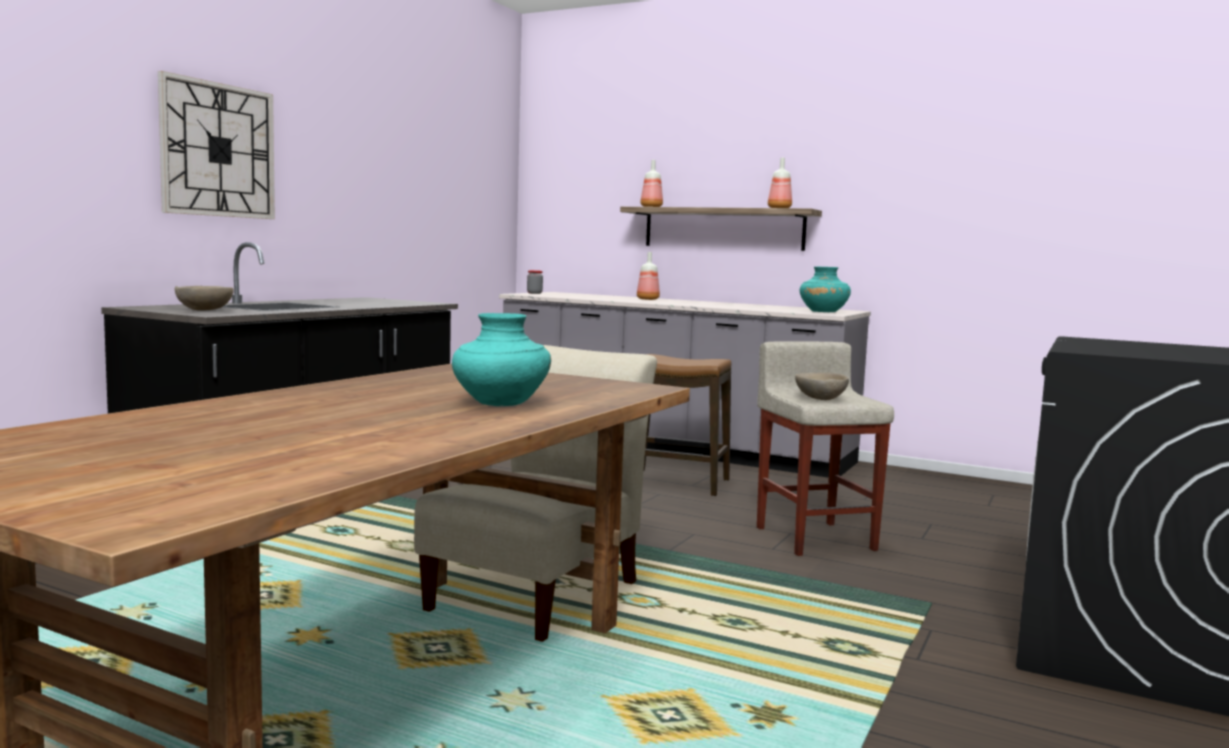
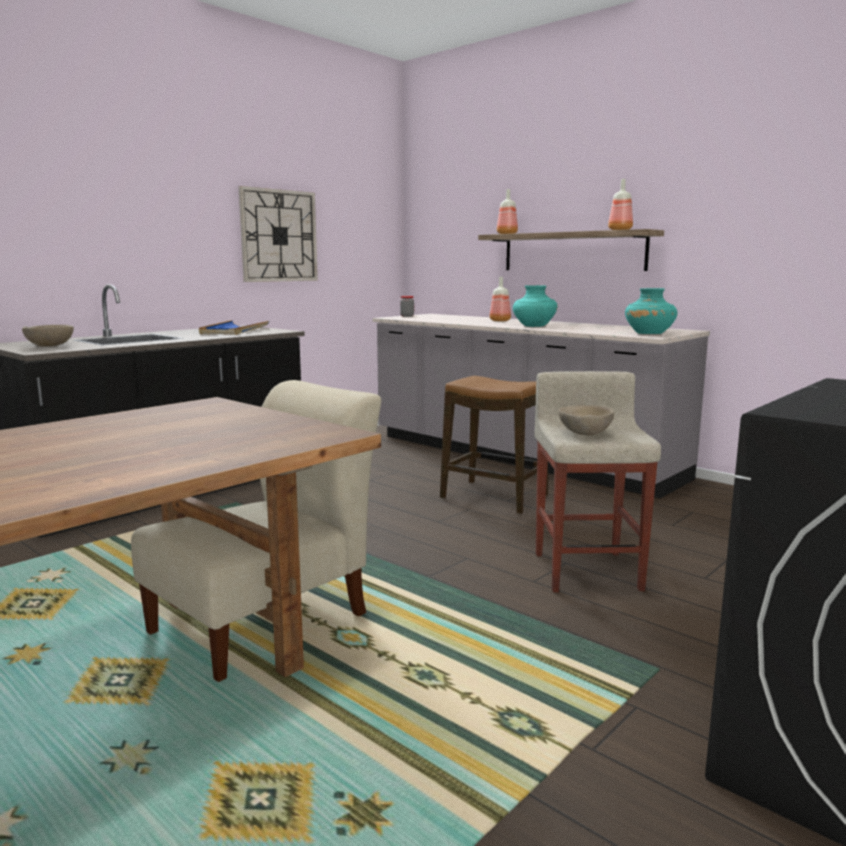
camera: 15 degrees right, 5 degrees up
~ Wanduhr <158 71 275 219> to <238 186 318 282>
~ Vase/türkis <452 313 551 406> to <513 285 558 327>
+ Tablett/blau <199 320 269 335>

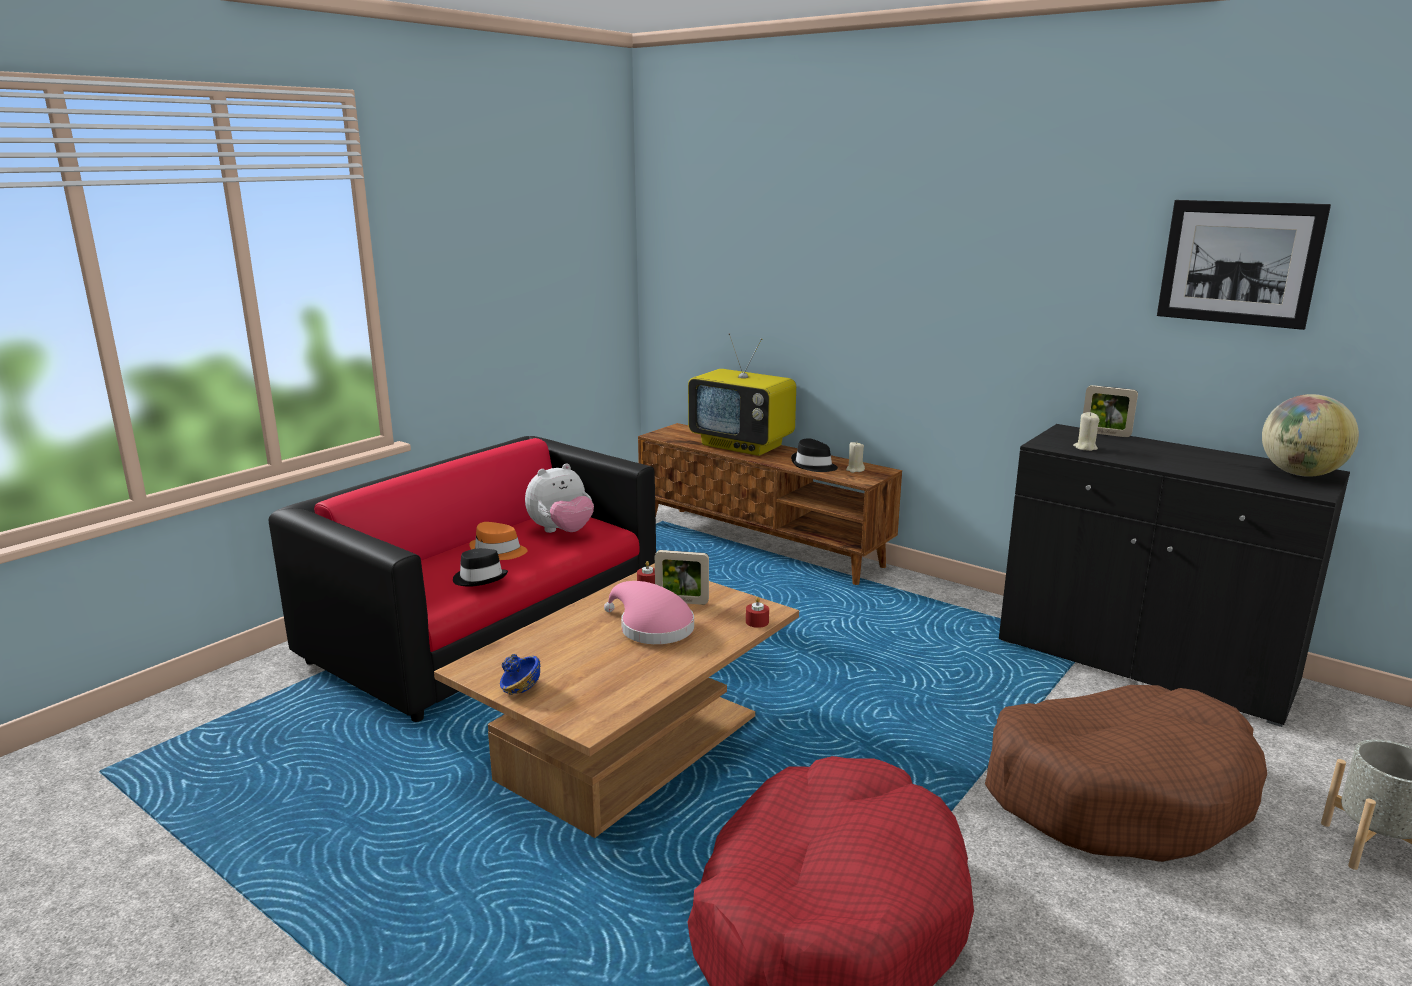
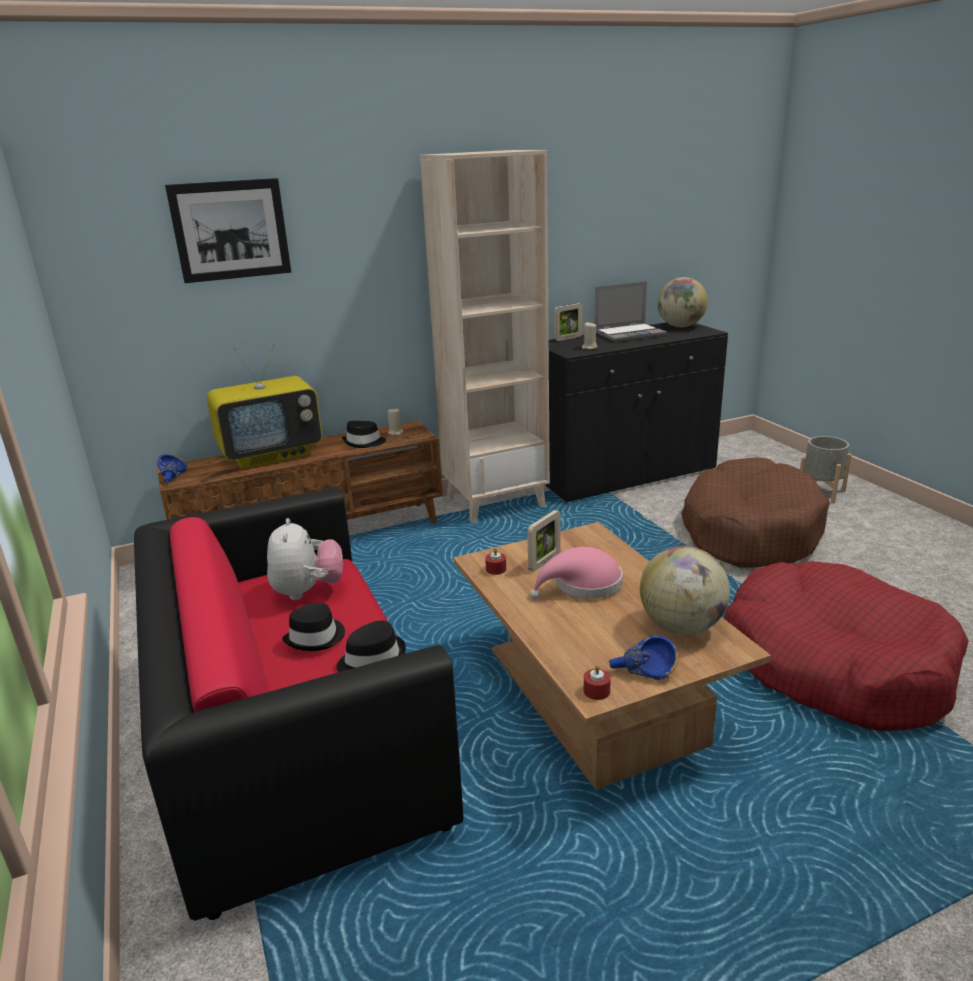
camera: 60 degrees left, 5 degrees up
~ Bild <1157 200 1331 330> to <165 178 291 283>
~ Hut/orange <469 522 528 560> to Hut/schwarz <282 603 345 651>
~ Kerze/rot <746 597 769 628> to <584 665 611 700>
+ Bücherregal/beige <419 150 550 523>
+ Laptop <595 281 667 342>
+ Schüssel/blau <157 454 187 482>
+ Globus <640 546 730 634>

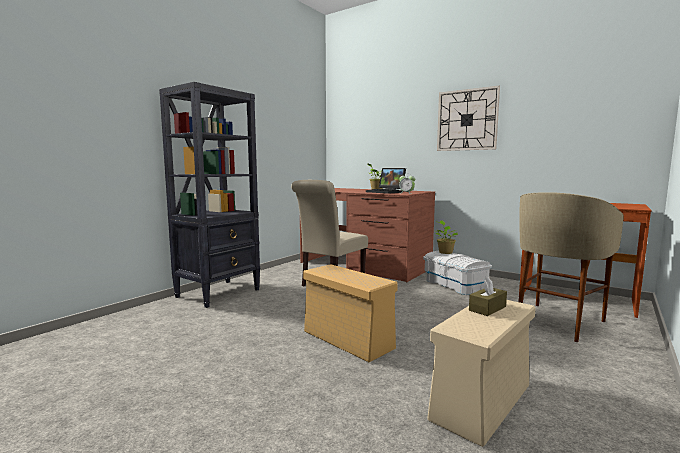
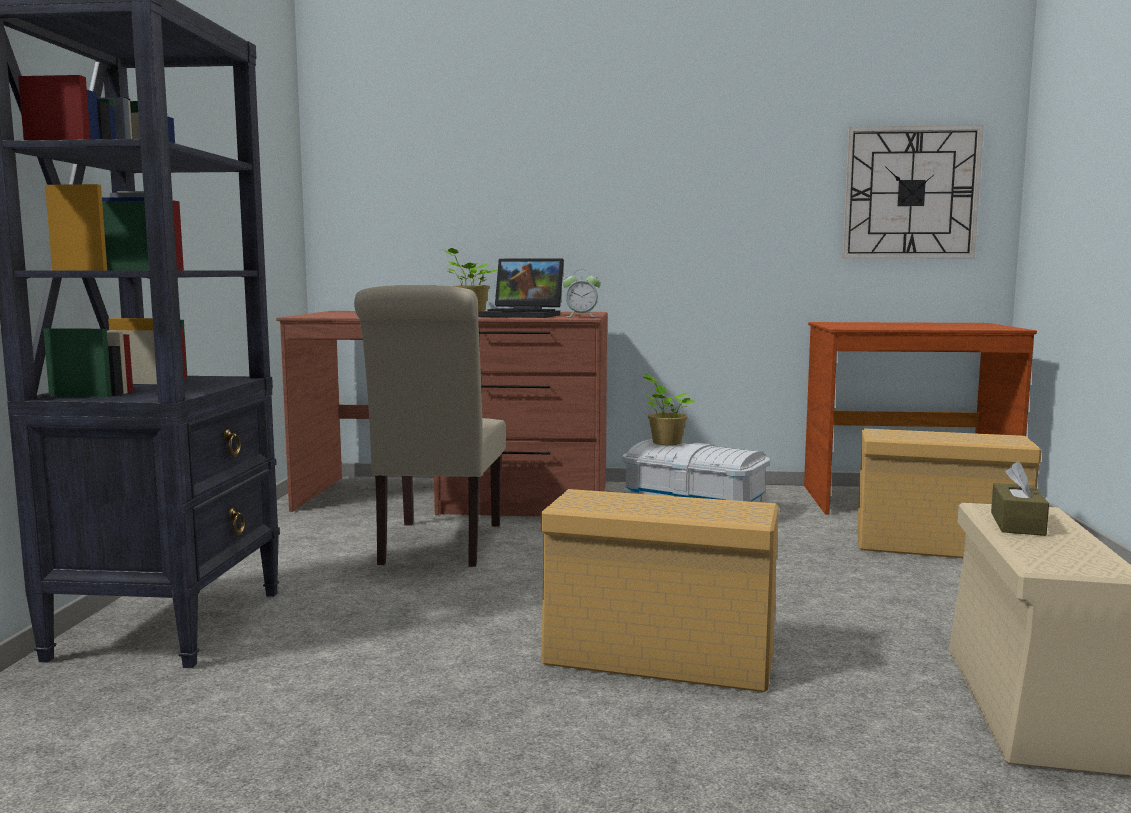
camera: 30 degrees left, 0 degrees up
~ Wanduhr <437 86 500 151> to <842 125 984 258>
~ Hocker/beige <518 192 624 342> to Aufbewahrungsbox/beige <857 428 1042 558>

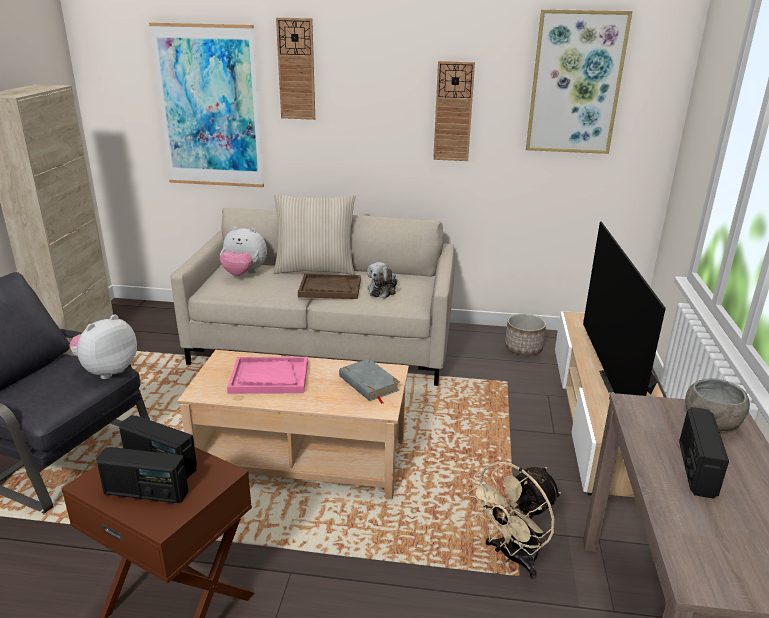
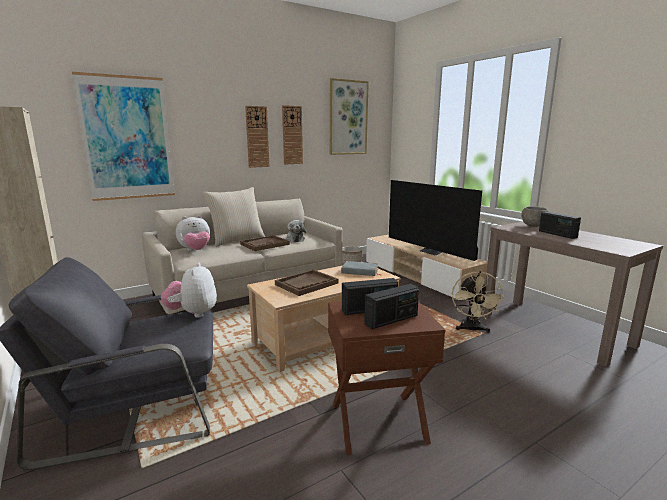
camera: 40 degrees left, 10 degrees down
~ Wanduhr <276 18 315 120> to <245 106 270 168>
~ Tablett/rosa <227 357 308 394> to Tablett/braun <275 270 338 296>

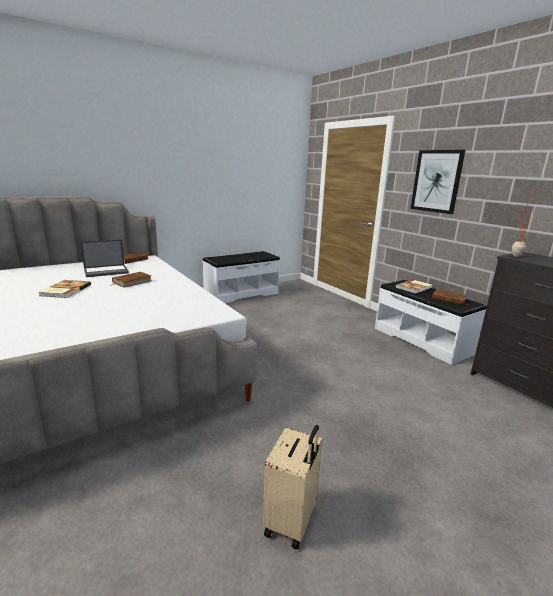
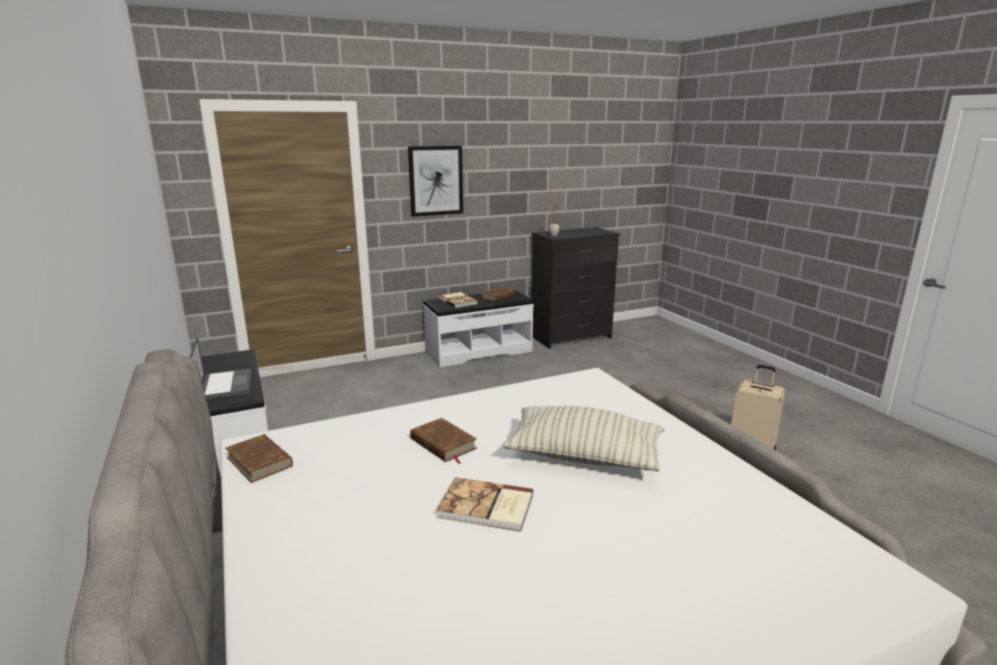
camera: 80 degrees left, 0 degrees up
~ Laptop <80 239 129 277> to <190 337 252 399>
+ Kissen <503 406 664 471>

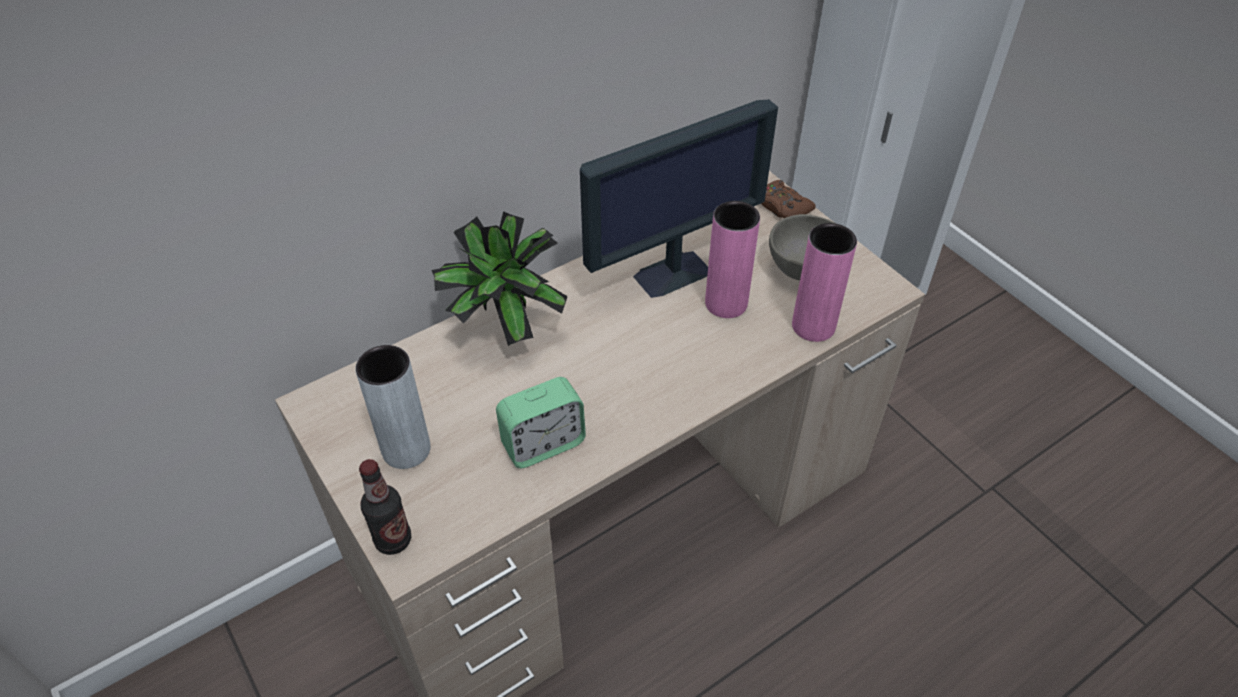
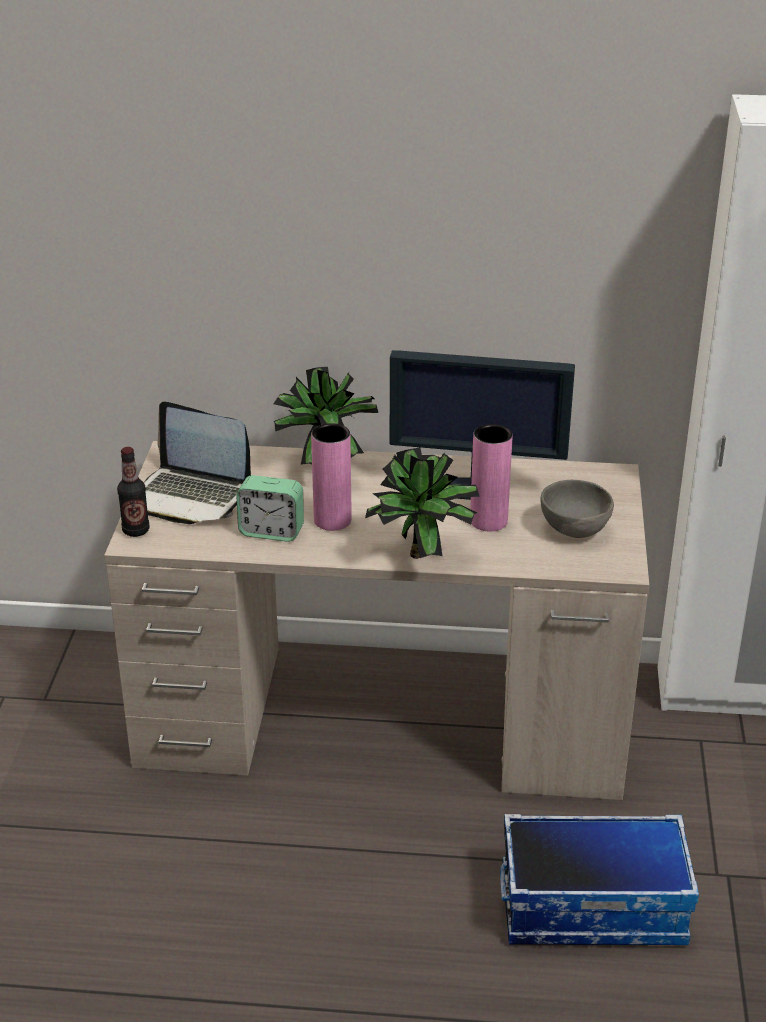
camera: 40 degrees right, 15 degrees down
- Gamepad/braun <761 180 816 218>
~ Vase/rosa <792 223 857 342> to <311 423 352 531>
~ Vase/grau <355 345 431 469> to Laptop <144 401 251 524>
+ Topfpflanze <365 447 480 559>
+ Aufbewahrungsbox <500 814 699 945>

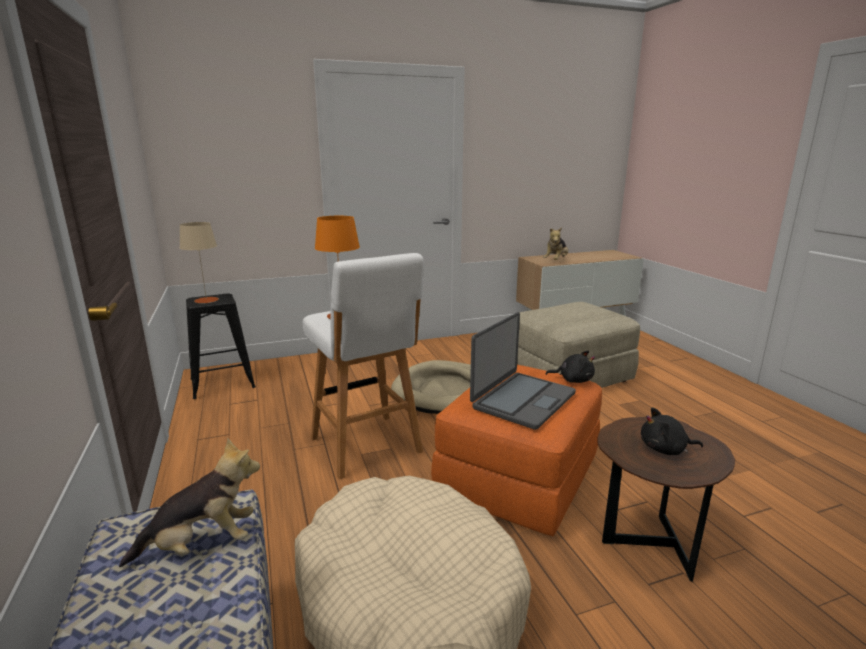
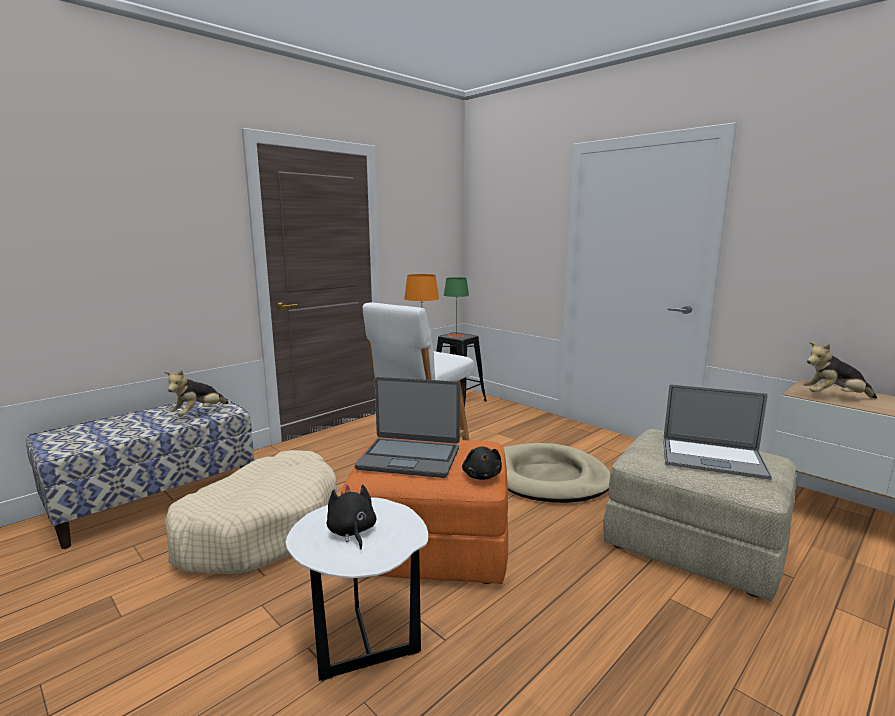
camera: 65 degrees right, 5 degrees down
~ Tischlampe/beige <180 222 219 303> to Tischlampe/grün <444 277 469 337>
~ Beistelltisch/braun <597 417 735 582> to Beistelltisch/weiß <286 497 428 681>
~ Plüschtier <119 438 260 567> = <165 370 229 416> 75 degrees clockwise
+ Laptop <663 384 772 480>

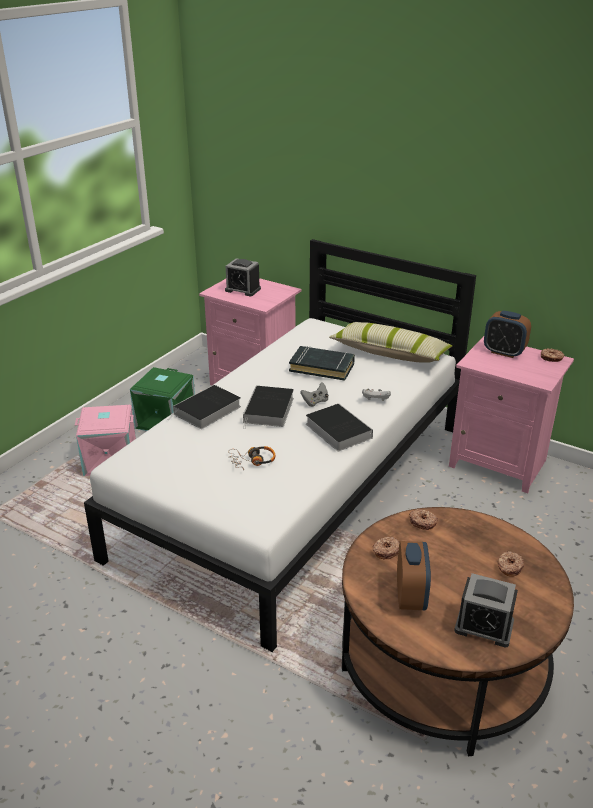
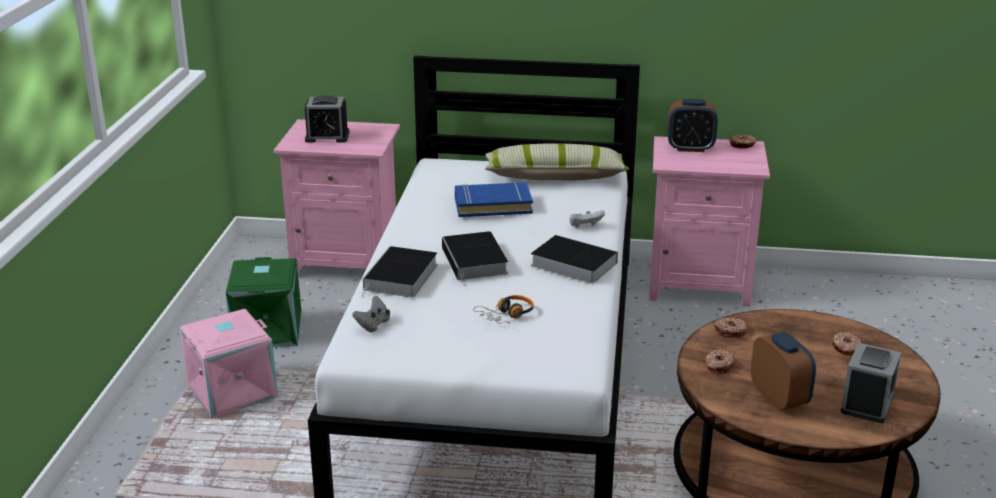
camera: 25 degrees left, 5 degrees down
~ Buch/schwarz <289 346 355 381> to Buch/blau <455 182 533 217>
~ Gamepad/grau <300 383 328 407> to <352 296 390 332>
~ Wecker <454 573 518 648> = <841 343 901 423> 60 degrees counterclockwise

